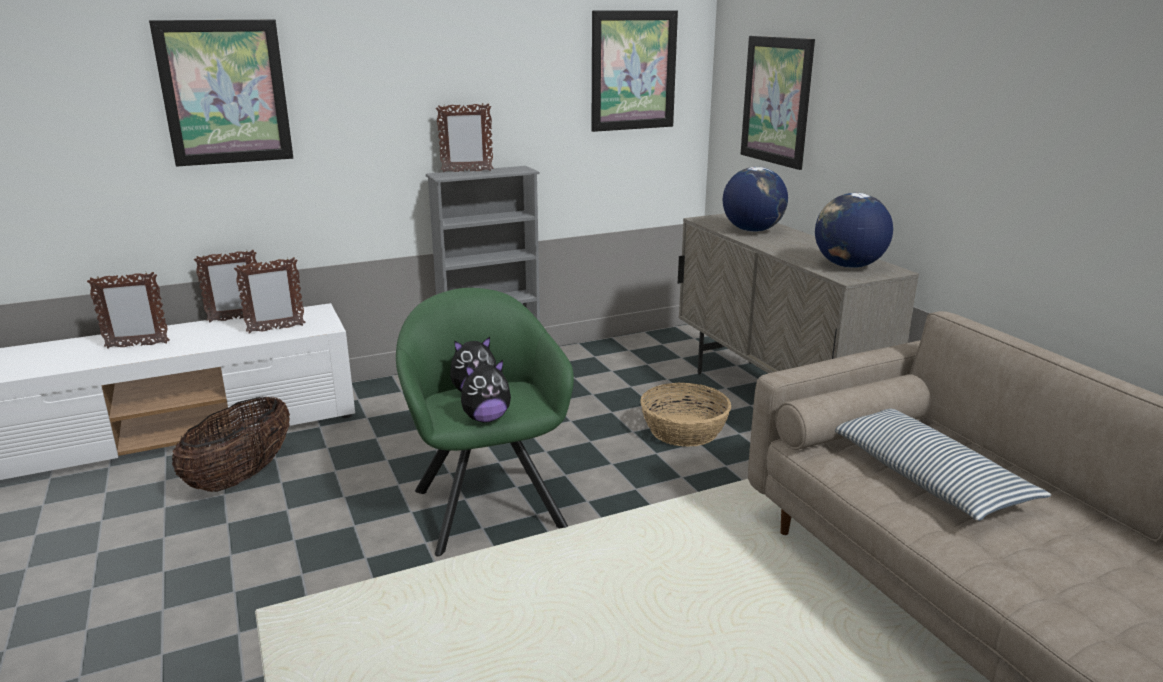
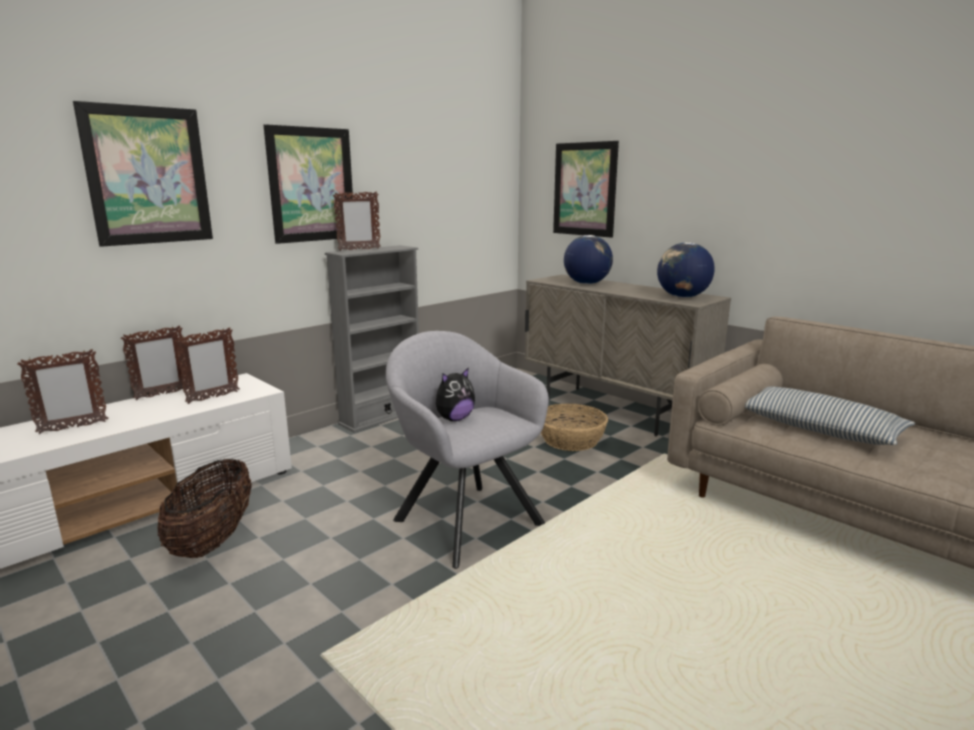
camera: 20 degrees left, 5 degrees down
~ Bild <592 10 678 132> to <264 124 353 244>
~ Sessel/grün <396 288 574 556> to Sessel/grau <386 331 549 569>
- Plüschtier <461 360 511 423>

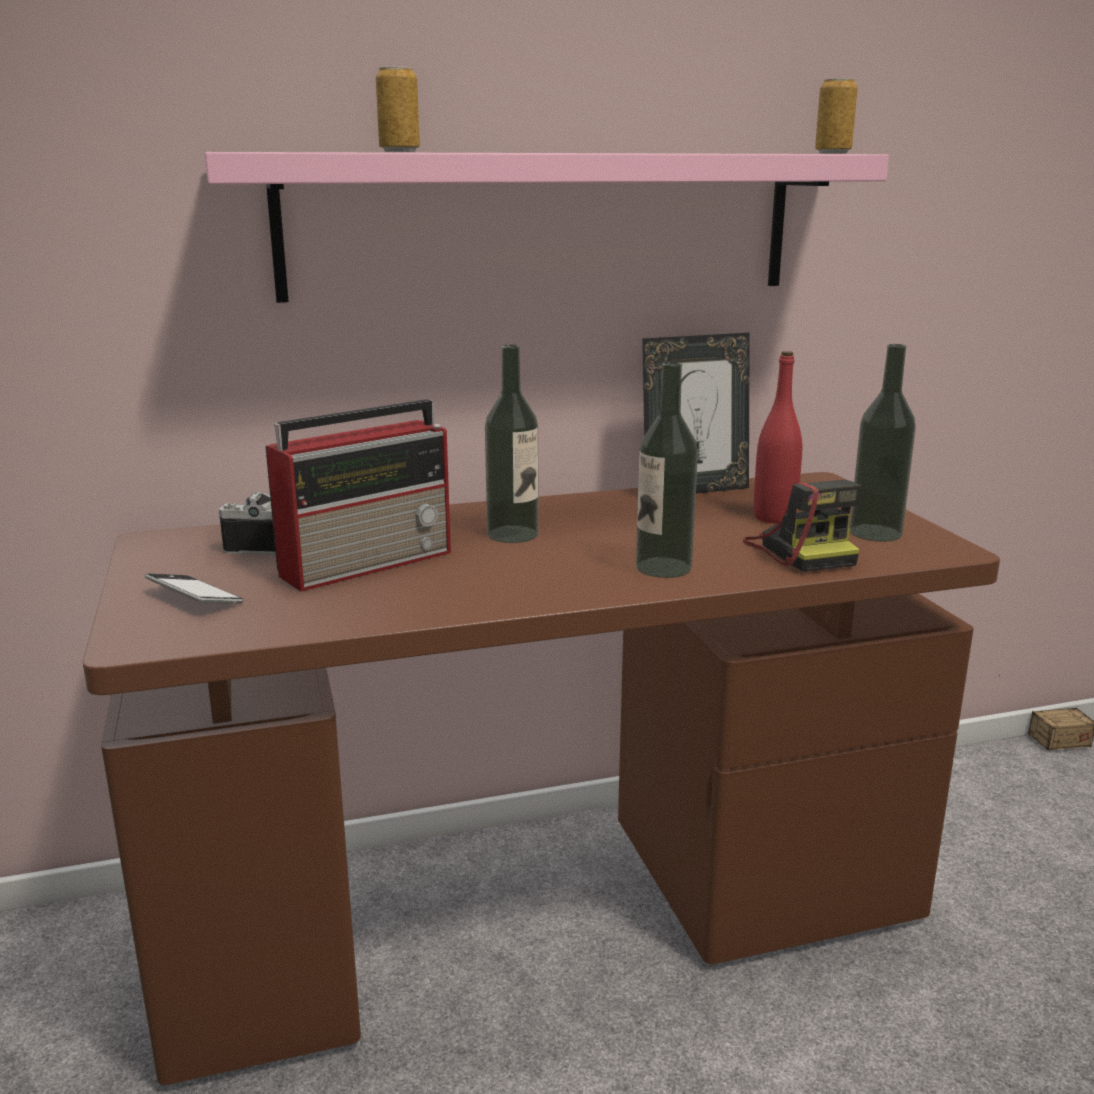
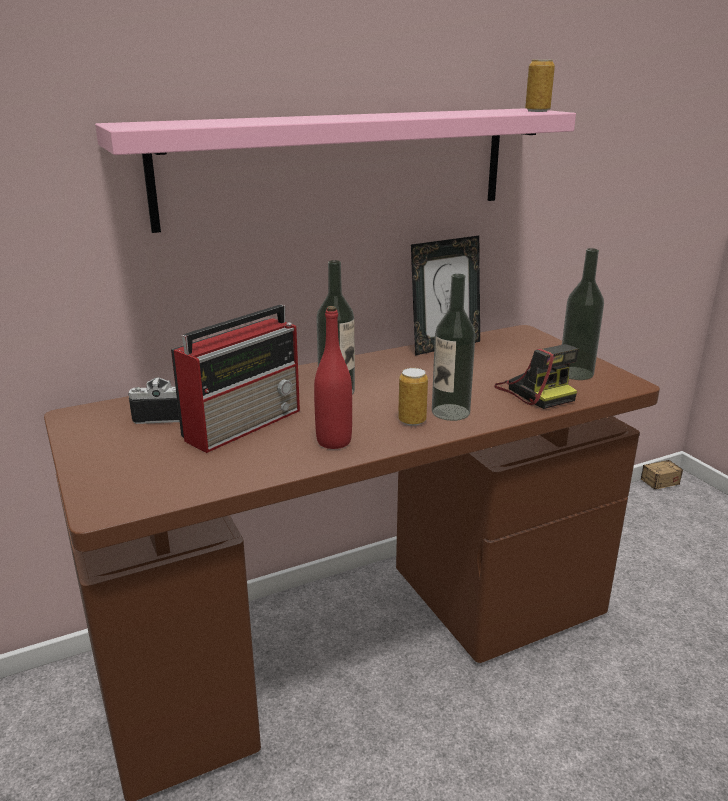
camera: 10 degrees left, 5 degrees up
~ Dose <376 66 420 152> to <398 368 428 426>
~ Flasche/rot <754 351 802 524> to <314 306 352 449>
- Handy <145 573 243 604>

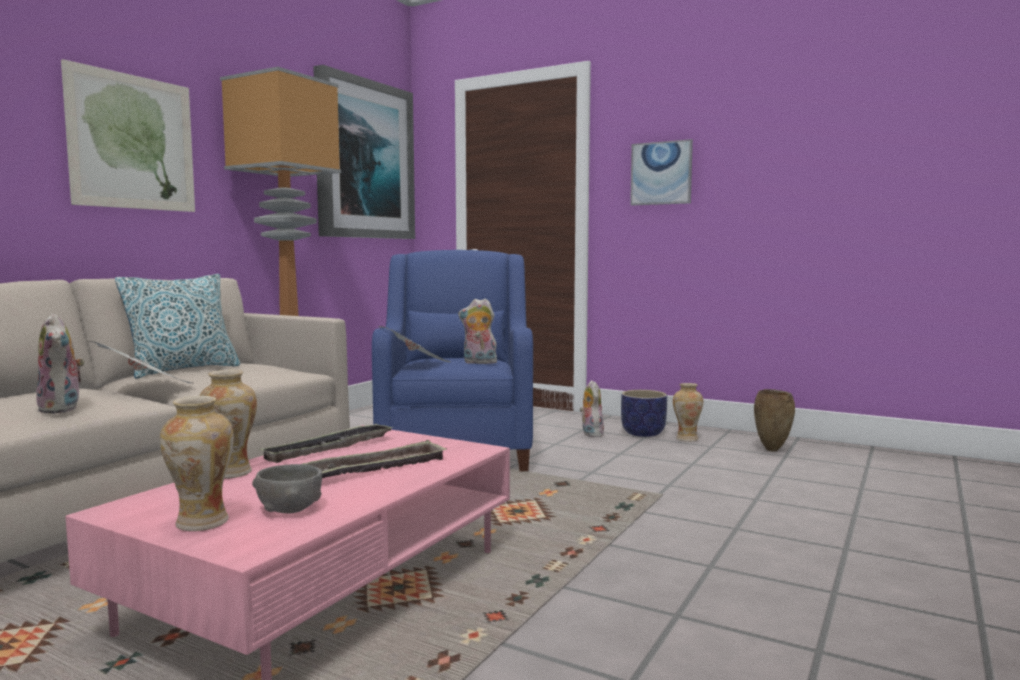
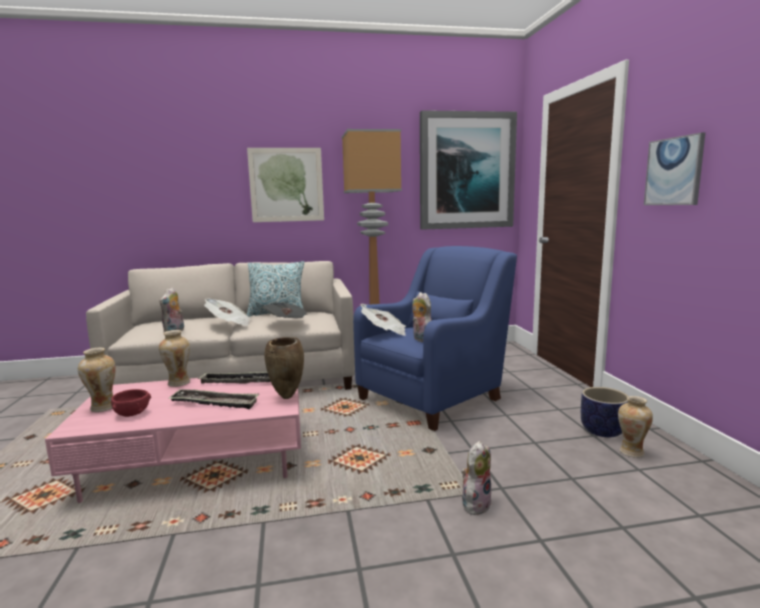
camera: 50 degrees right, 5 degrees up
~ Plüschtier <580 380 604 437> to <461 441 492 515>
~ Vase/braun <754 389 795 452> to <264 337 304 399>
~ Schüssel/grau <252 464 322 513> to Schüssel/rot <111 389 151 417>
+ Zeitung <263 303 308 318>

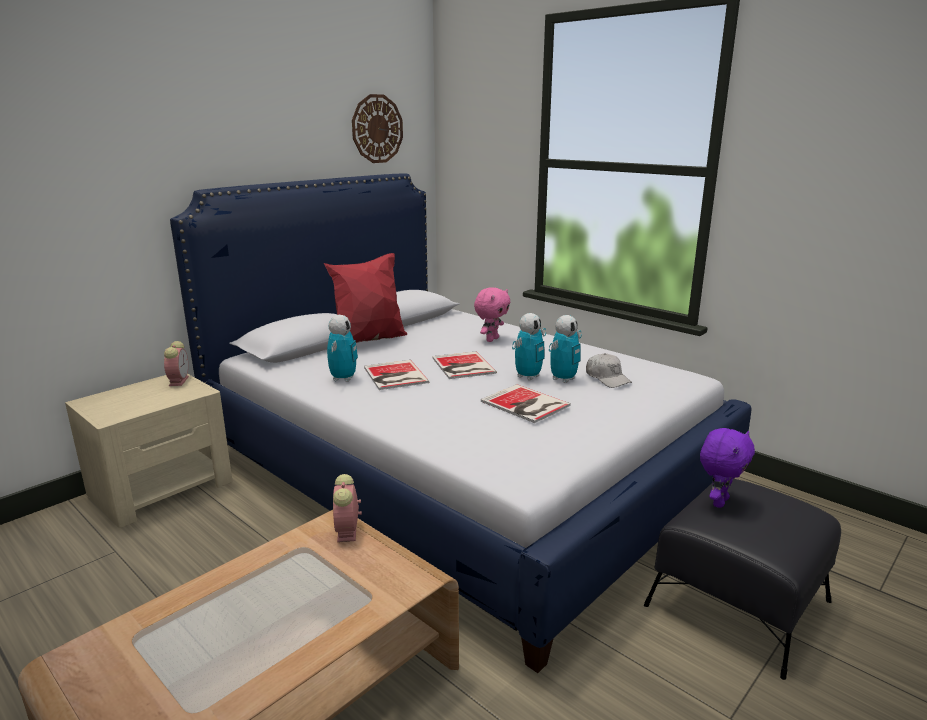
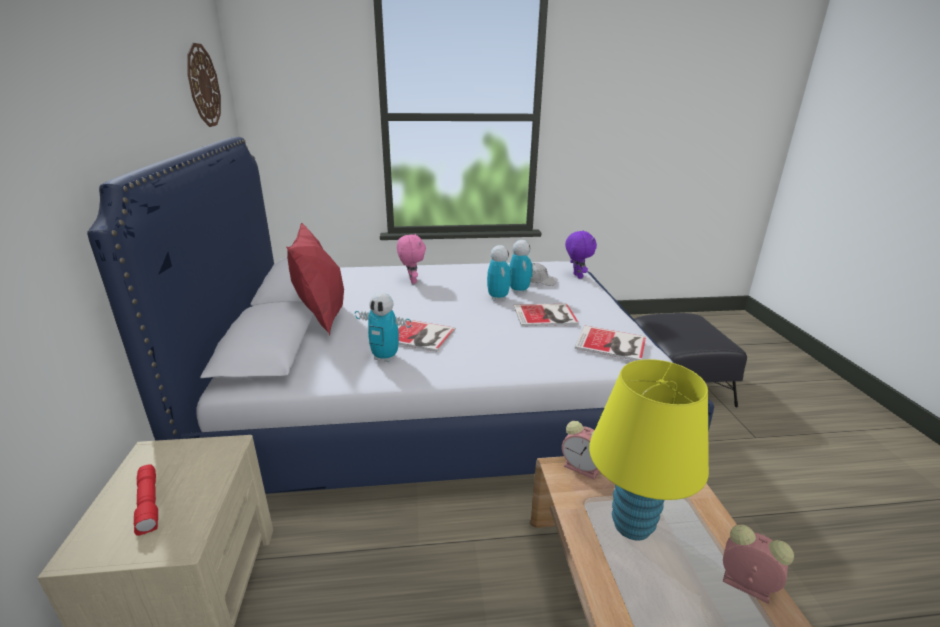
camera: 50 degrees left, 5 degrees up
~ Spielzeugroboter <327 315 358 382> = <355 292 411 362> 150 degrees clockwise
~ Wecker <164 341 189 386> to <723 525 794 604>
~ Buch <432 351 497 379> to <575 326 646 361>
~ Plüschtier/lila <700 428 755 508> to <565 231 597 279>
+ Tischlampe/gelb <589 359 709 540>
+ Taschenlampe/rot <134 464 158 536>

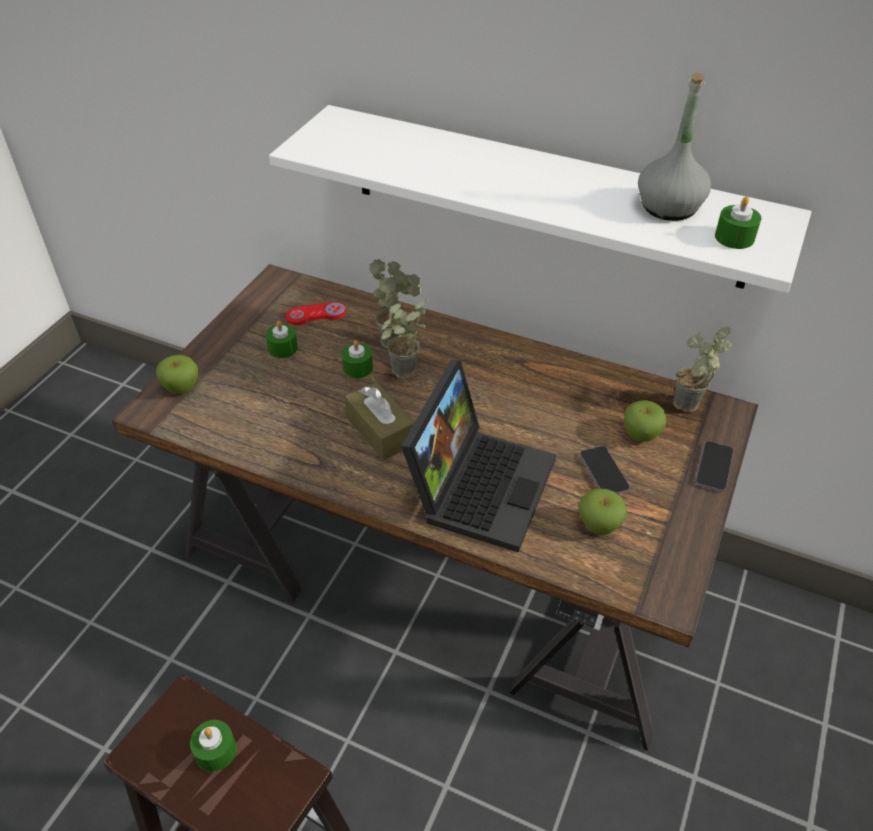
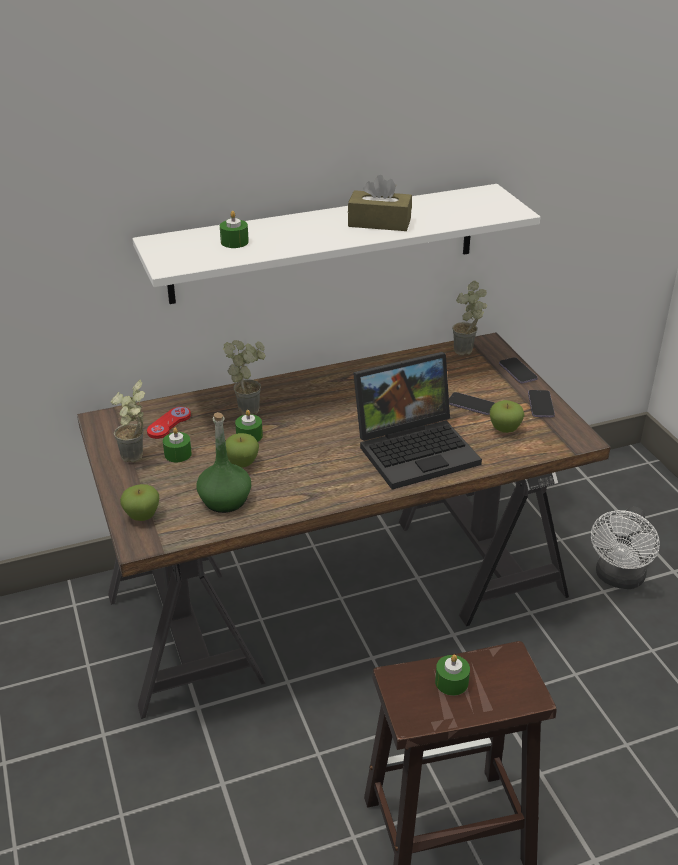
camera: 45 degrees left, 10 degrees down
- Flasche/grau <638 73 711 221>
~ Kerze/grün <715 196 761 249> to <220 211 249 248>
~ Topfpflanze <381 299 428 379> to <110 380 145 462>
~ Laptop <401 360 556 552> = <353 352 482 490> 90 degrees clockwise
~ Taschentuchbox/braun <345 382 415 460> to <348 175 412 231>
~ Apfel <624 400 667 442> to <225 433 259 468>
+ Handy <528 390 555 417>
+ Flasche/grün <197 412 251 513>
+ Ventilator/weiß <591 506 660 589>

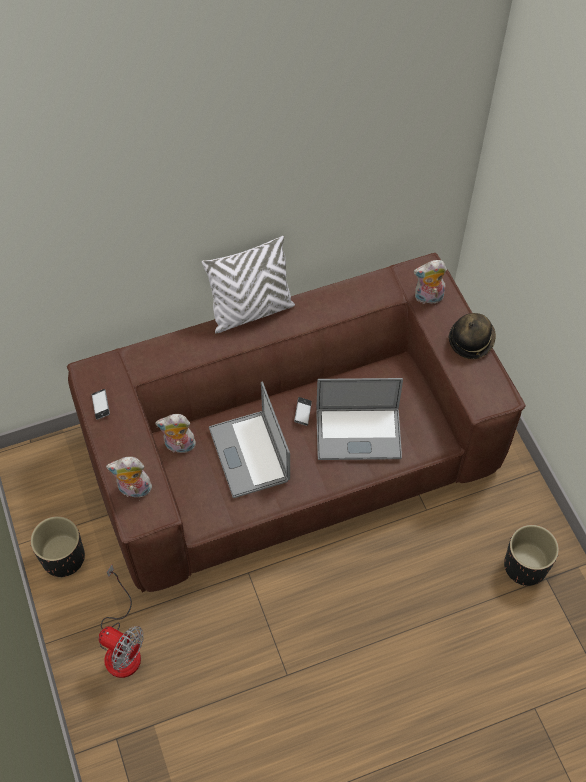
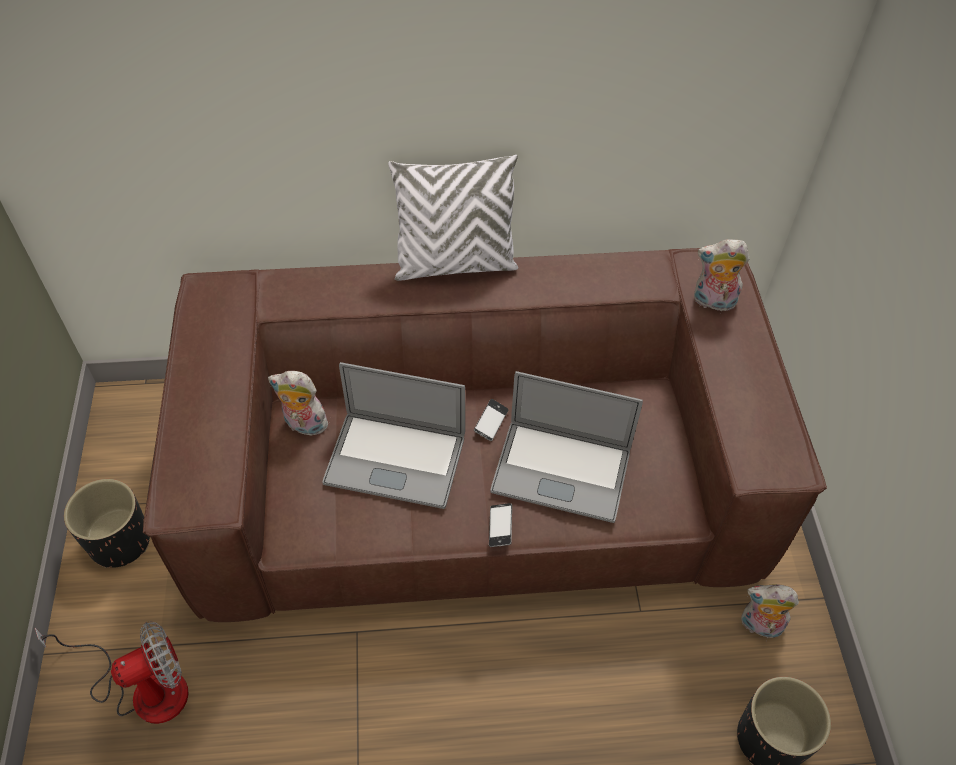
camera: 15 degrees right, 5 degrees down
- Hut <449 313 496 359>
~ Laptop <209 382 290 498> = <323 362 465 509> 75 degrees counterclockwise
~ Handy <92 389 110 420> to <489 503 512 547>
~ Plüschtier <106 457 152 498> to <741 584 799 638>
~ Ventilator <99 565 144 678> = <35 621 188 724> 75 degrees counterclockwise

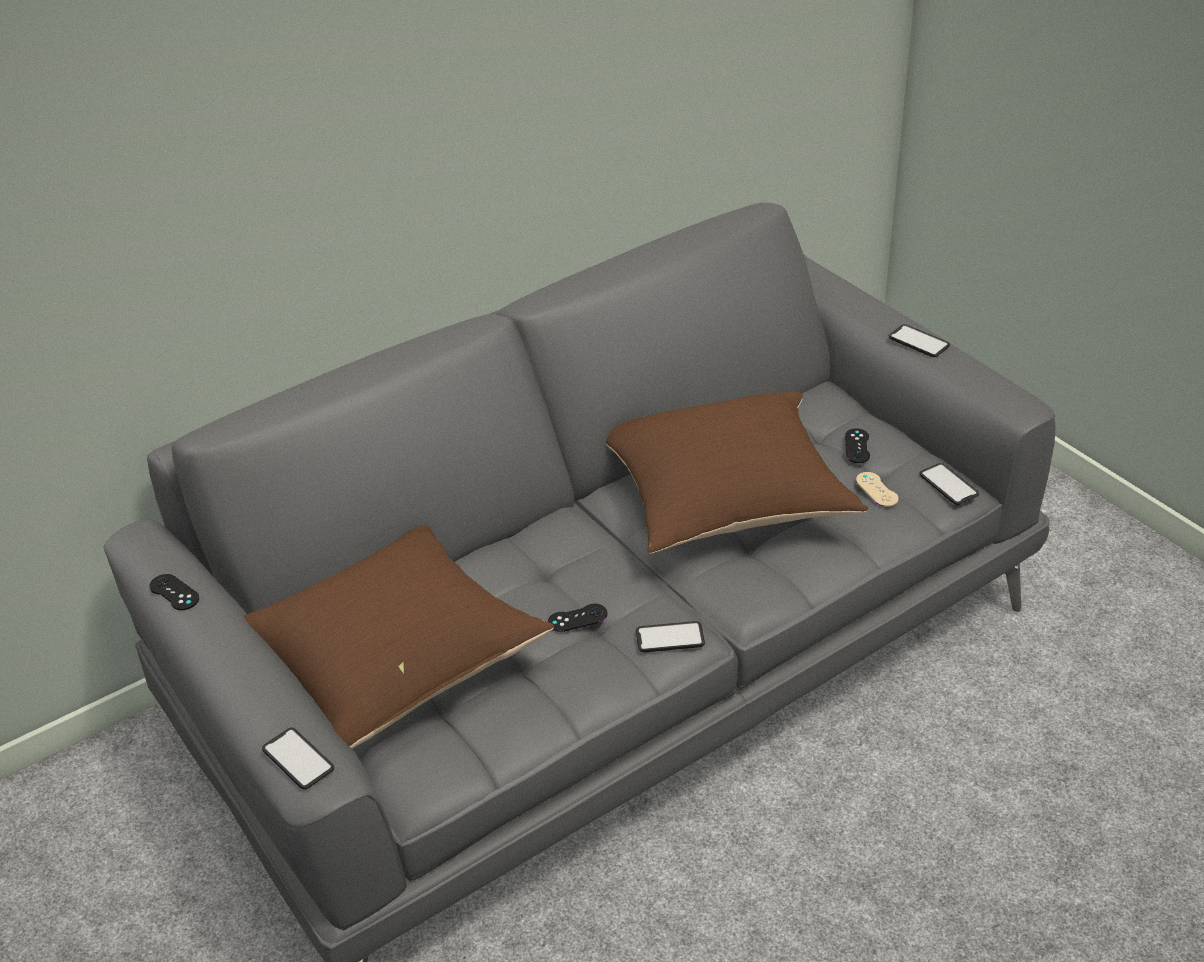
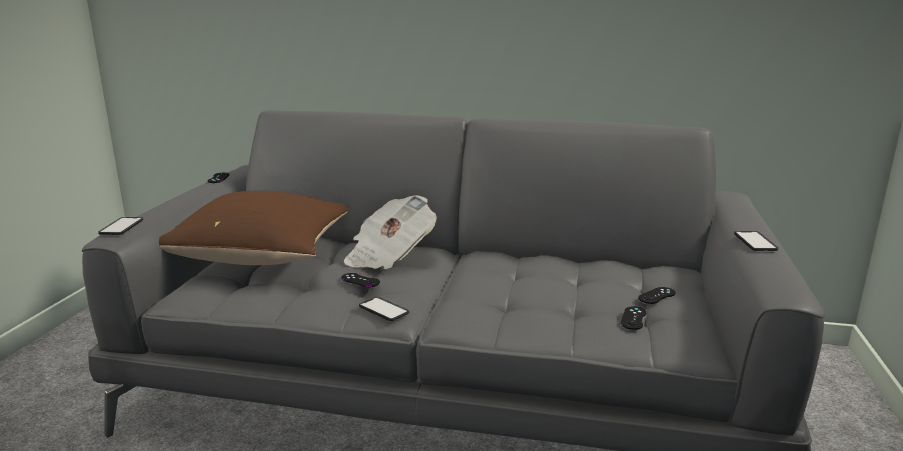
camera: 45 degrees right, 20 degrees down
- Kissen/braun <606 392 868 554>
- Handy <919 463 979 505>
~ Gamepad/beige <856 472 899 507> to Gamepad/schwarz <620 306 646 330>
+ Zeitung <344 195 437 269>

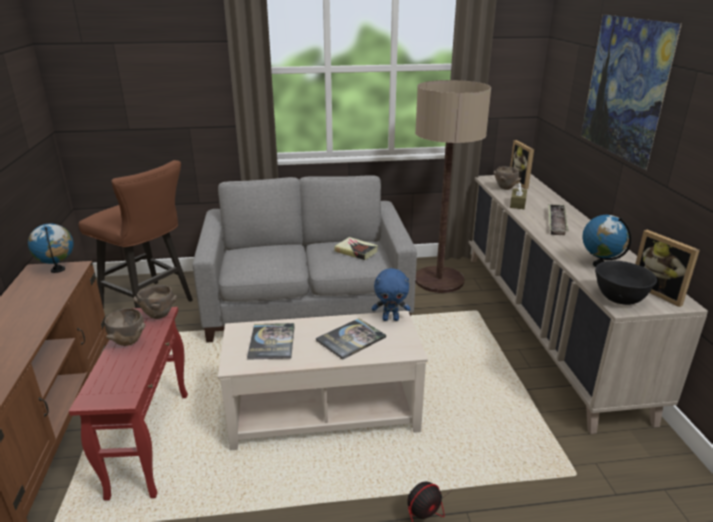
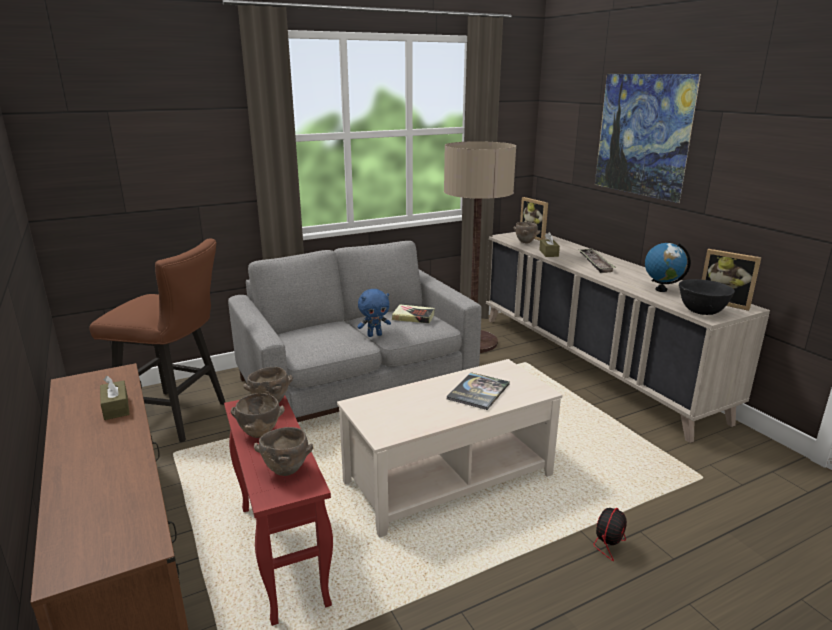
camera: 20 degrees left, 5 degrees down
- Globus <28 224 74 273>
~ Plüschtier/blau <372 268 410 321> to <358 289 391 337>
- Buch <247 323 295 360>
+ Taschentuchbox/braun <100 376 130 420>
+ Schüssel/braun <254 427 313 476>

